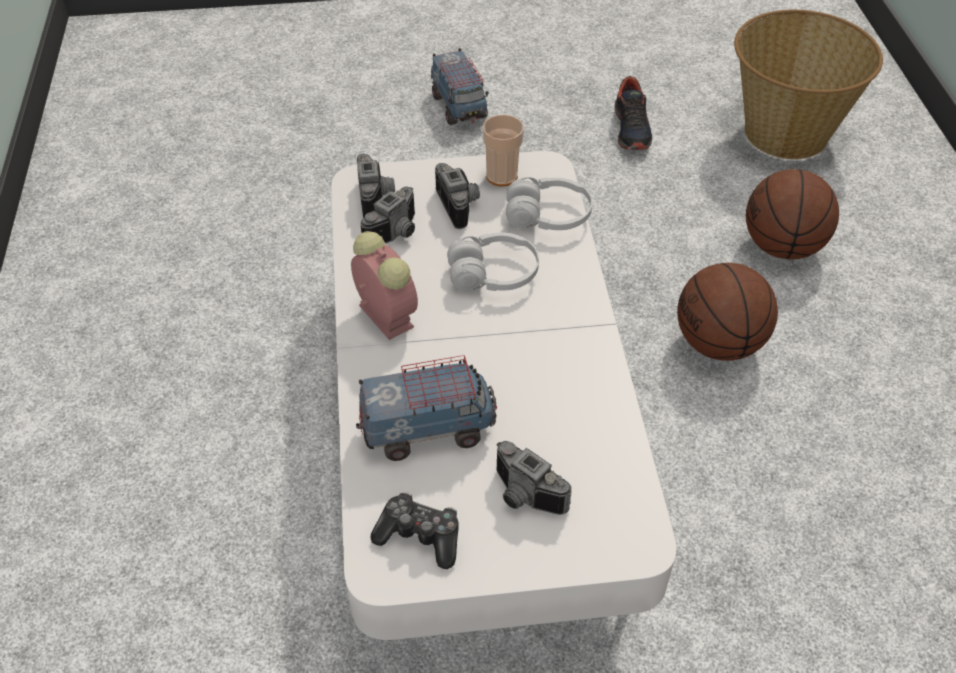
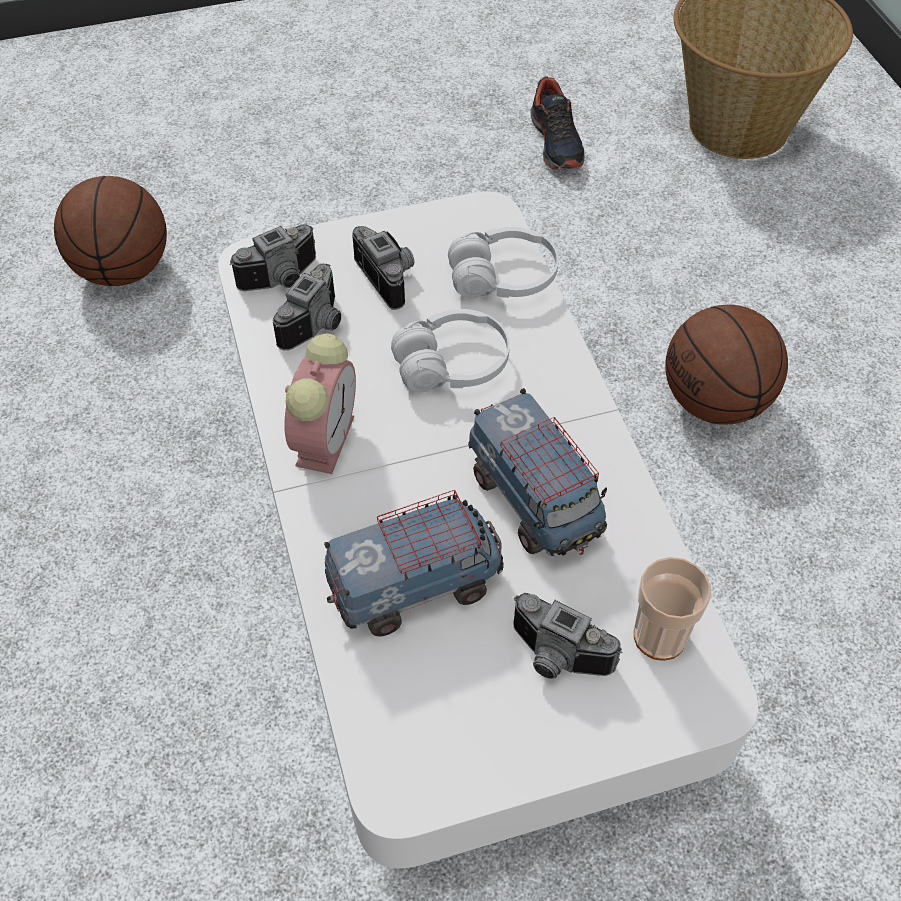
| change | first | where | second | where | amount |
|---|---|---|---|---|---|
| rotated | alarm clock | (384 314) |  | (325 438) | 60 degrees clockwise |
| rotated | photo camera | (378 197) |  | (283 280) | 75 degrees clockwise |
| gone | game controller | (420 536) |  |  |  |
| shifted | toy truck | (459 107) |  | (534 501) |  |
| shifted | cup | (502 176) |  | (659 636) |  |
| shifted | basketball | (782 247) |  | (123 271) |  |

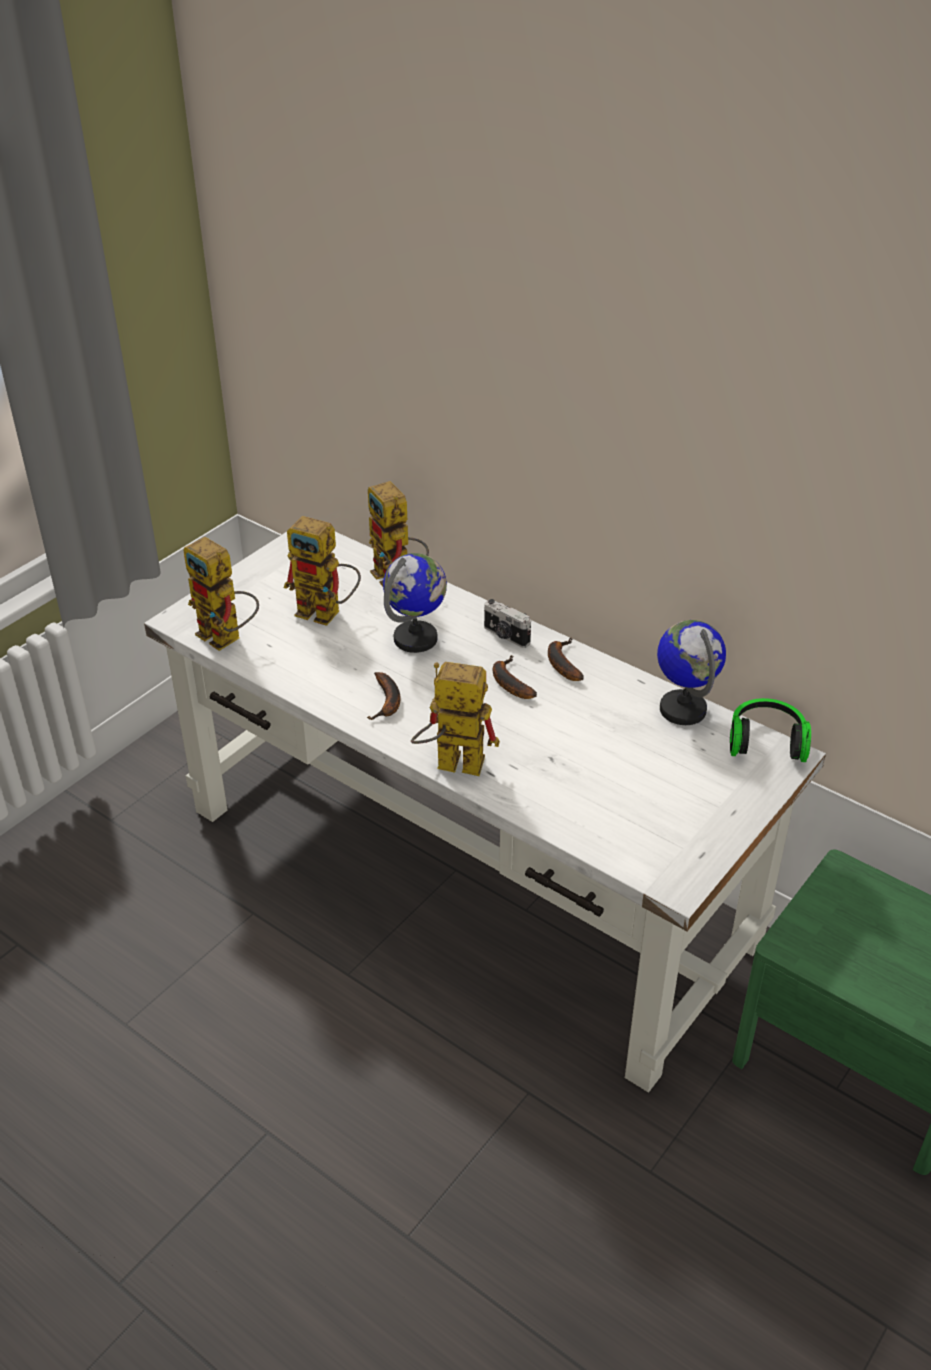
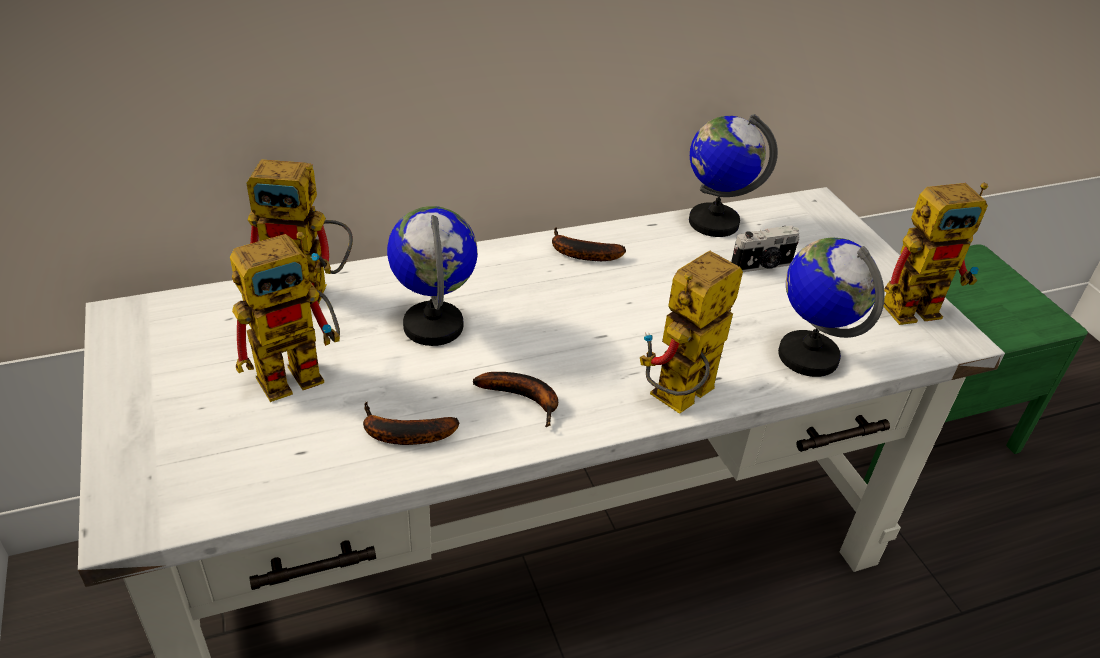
| change | first | where | second | where | amount |
|---|---|---|---|---|---|
| shifted | toy robot | (227 638) |  | (919 306) |  |
| shifted | photo camera | (505 636) |  | (762 266) |  |
| shifted | banana | (508 682) |  | (401 434) |  |
| gone | headphones | (766 741) |  |  |  |
| new |  |  | globe | (808 355) |  |

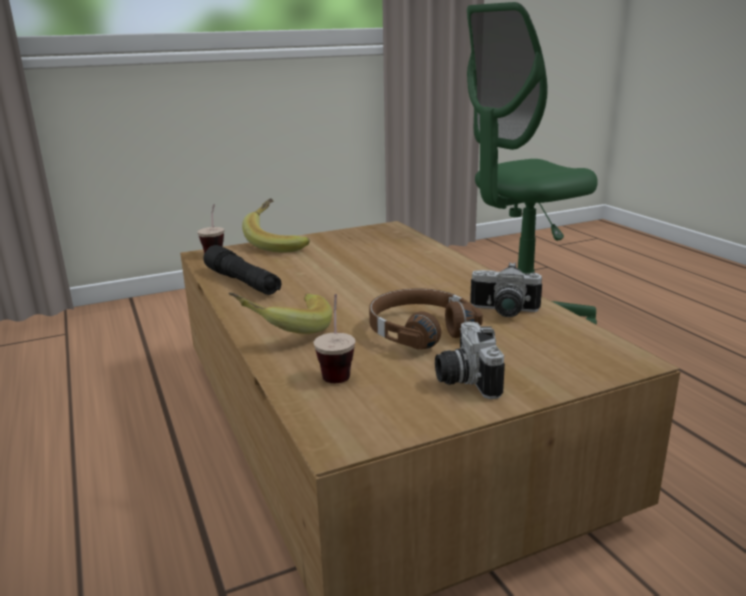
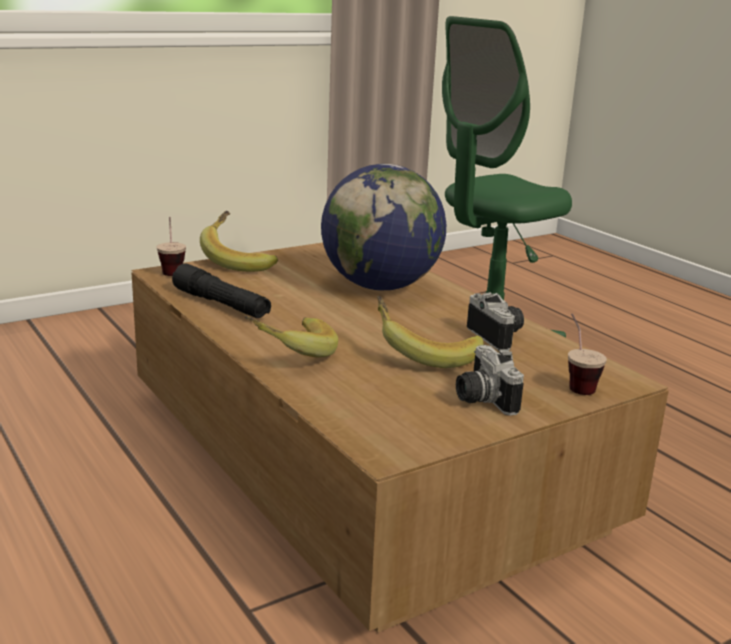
| change | first | where | second | where | amount |
|---|---|---|---|---|---|
| shifted | cup | (337 369) |  | (576 383) |  |
| swapped | headphones in brown | (419 330) | banana | (424 354) |  |
| rotated | photo camera | (503 312) |  | (500 336) | 120 degrees counterclockwise |
| new |  |  | globe | (380 286) |  |

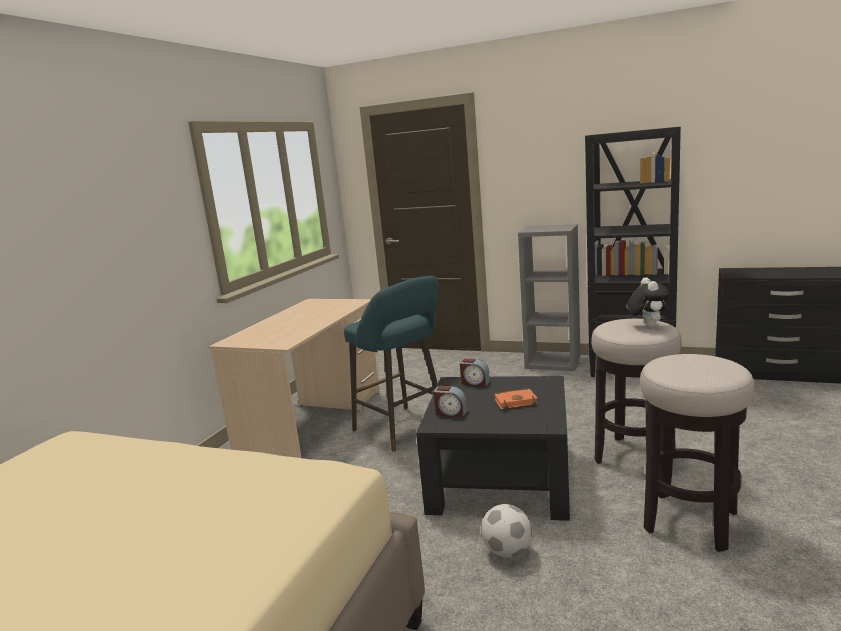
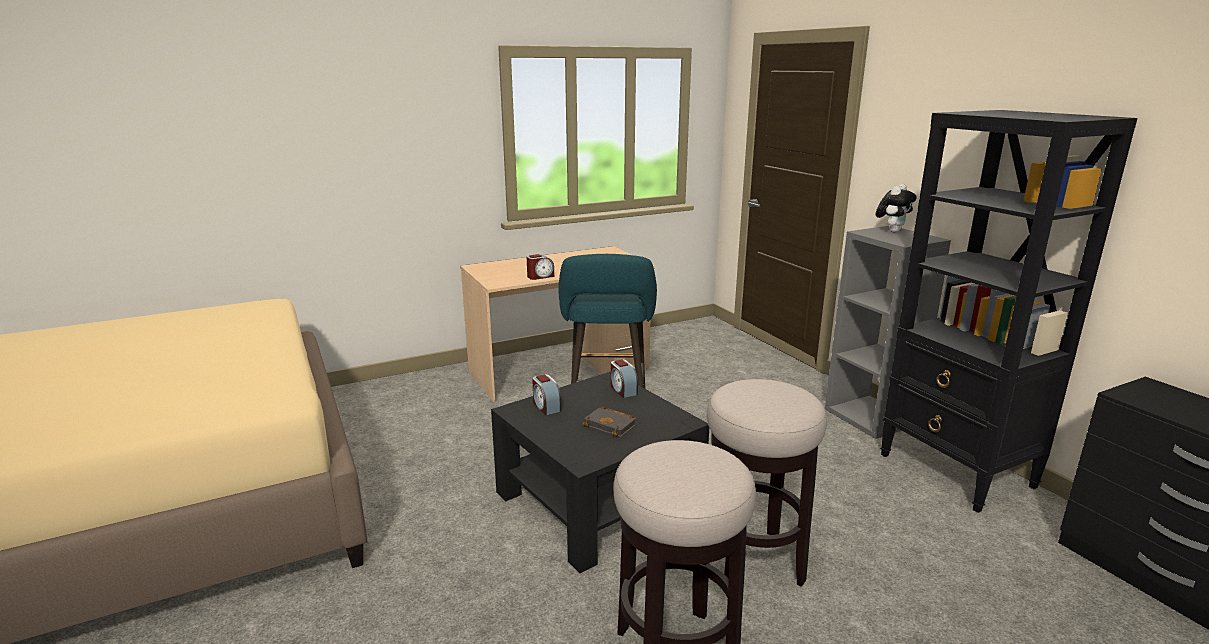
| change | first | where | second | where | amount |
|---|---|---|---|---|---|
| gone | football | (507 551) |  |  |  |
| repainted | book in orange | (516 401) | book in black | (612 425) |  |
| shifted | plush toy | (647 325) |  | (892 231) |  |
| new |  |  | alarm clock | (540 276) |  |

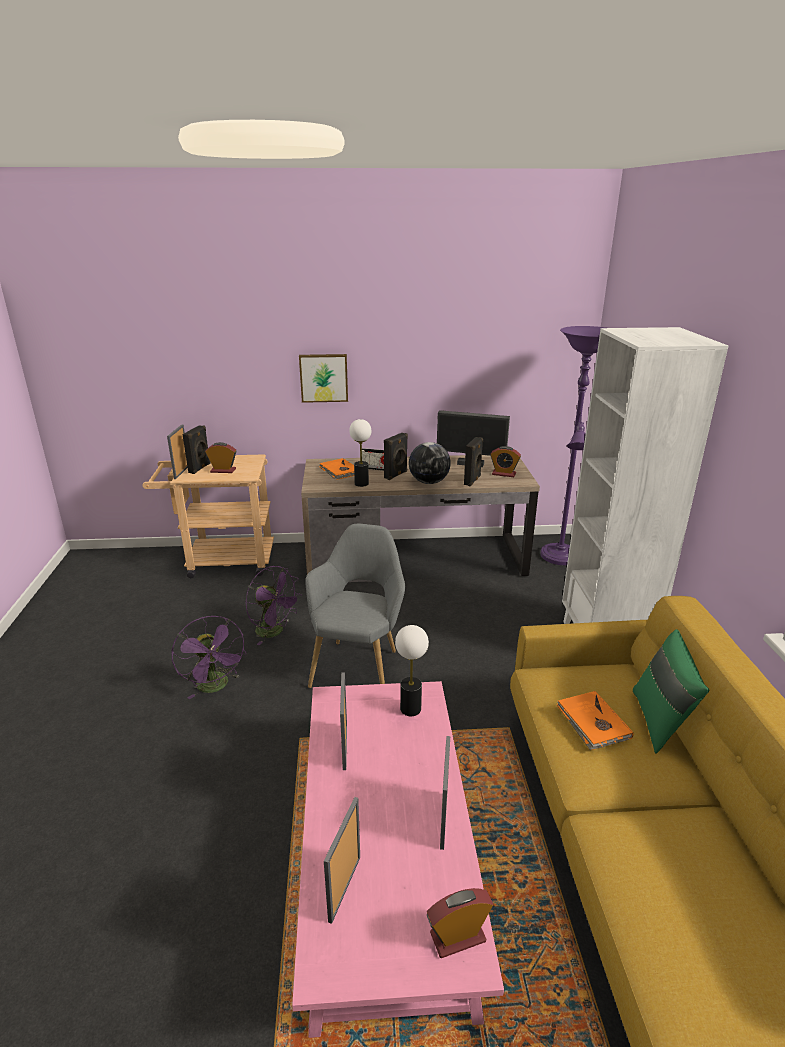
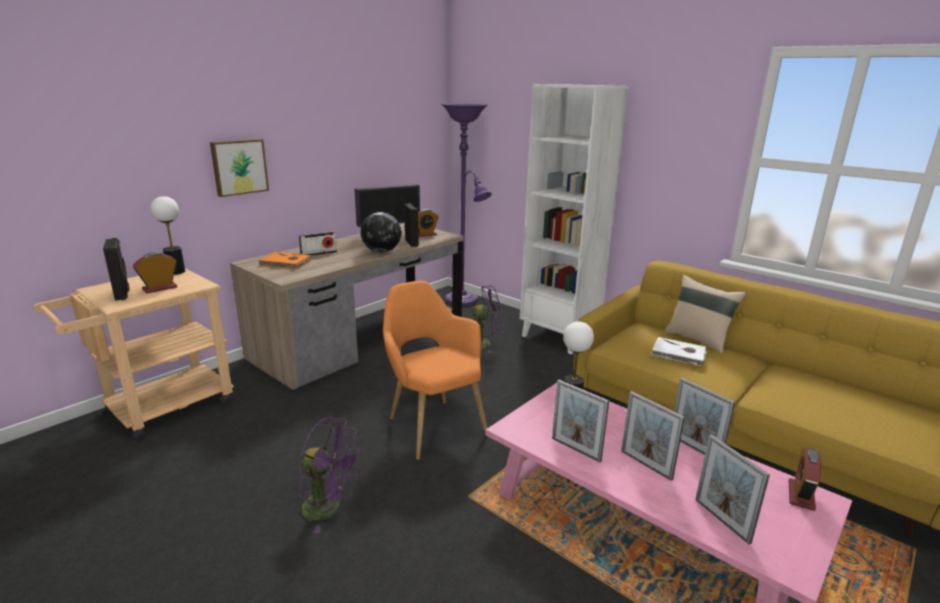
| change | first | where | second | where | amount |
|---|---|---|---|---|---|
| shifted | picture frame | (182 472) |  | (646 465) |  |
| shifted | fan in purple | (275 632) |  | (484 344) |  |
| repainted | armchair in grey | (359 665) | armchair in orange | (432 424) |  |
| shifted | table lamp | (361 483) |  | (176 272) |  |
| gone | speaker in black | (396 475) |  |  |  |
| repainted | book in orange | (592 723) | book in white | (678 354) |  |
| repainted | pillow in green | (660 721) | pillow in beige | (698 339) |  |

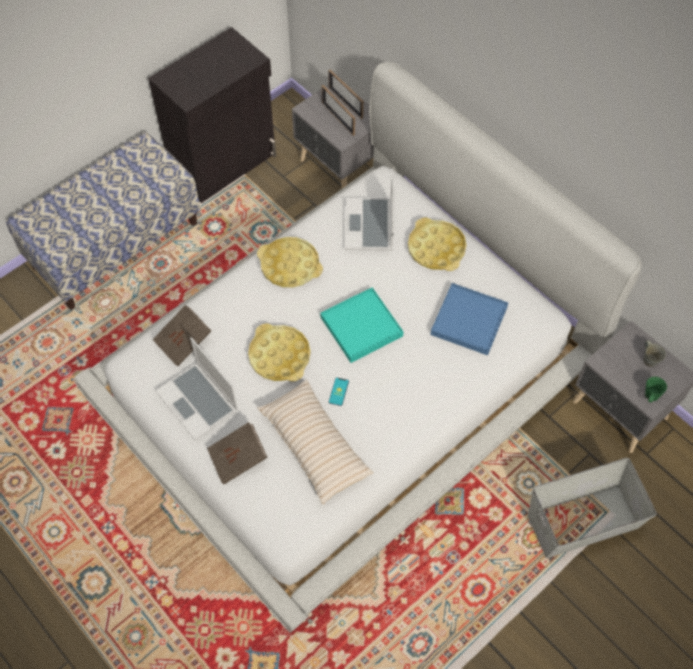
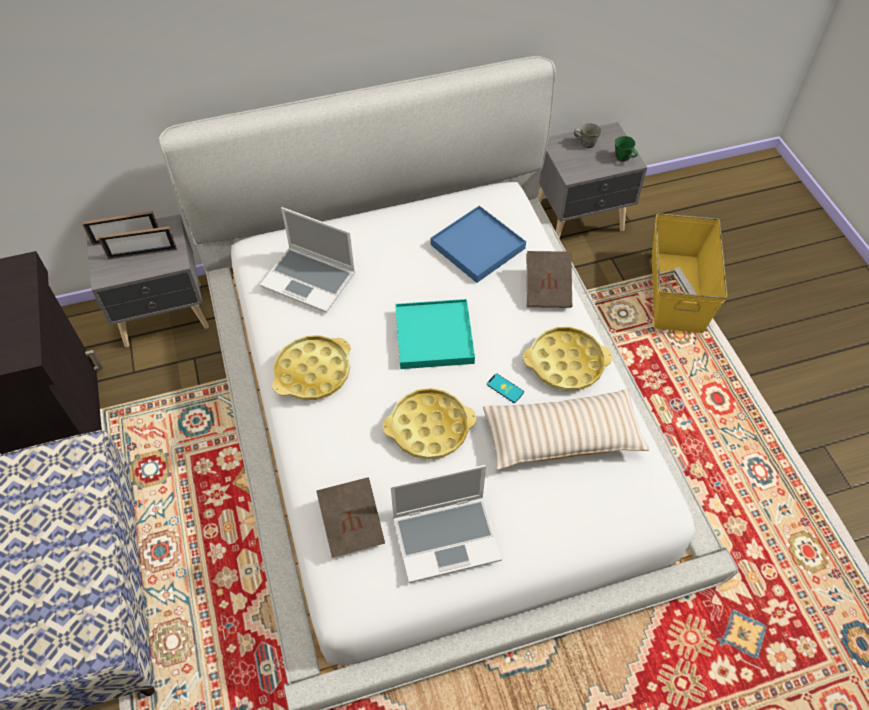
| change | first | where | second | where | amount |
|---|---|---|---|---|---|
| shifted | book in brown | (238 459) |  | (547 289) |  |
| shifted | tray in yellow | (436 248) |  | (566 363) |  |
| repainted | storage box in grey | (583 522) | storage box in yellow | (677 291) |  |

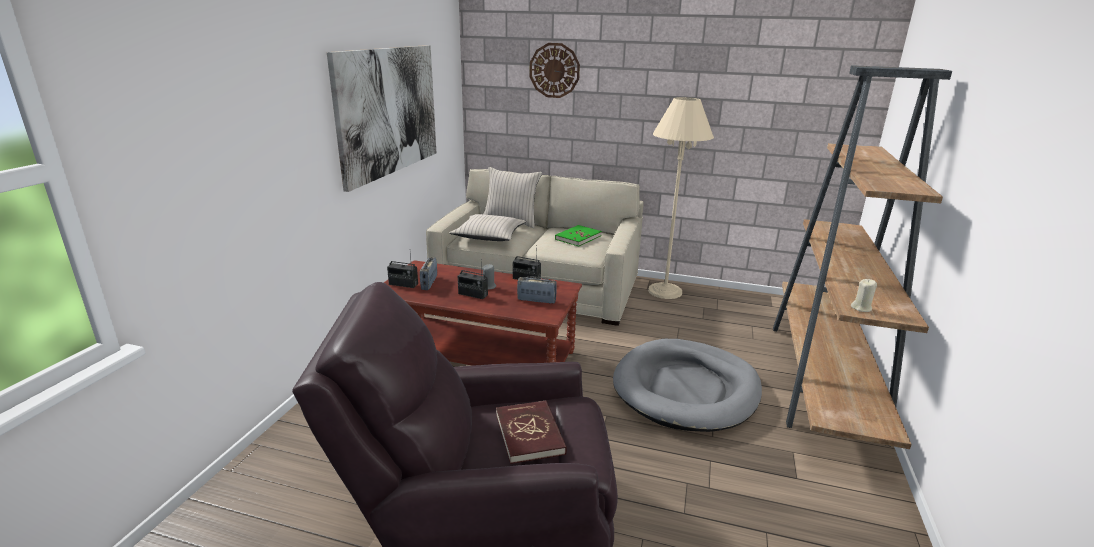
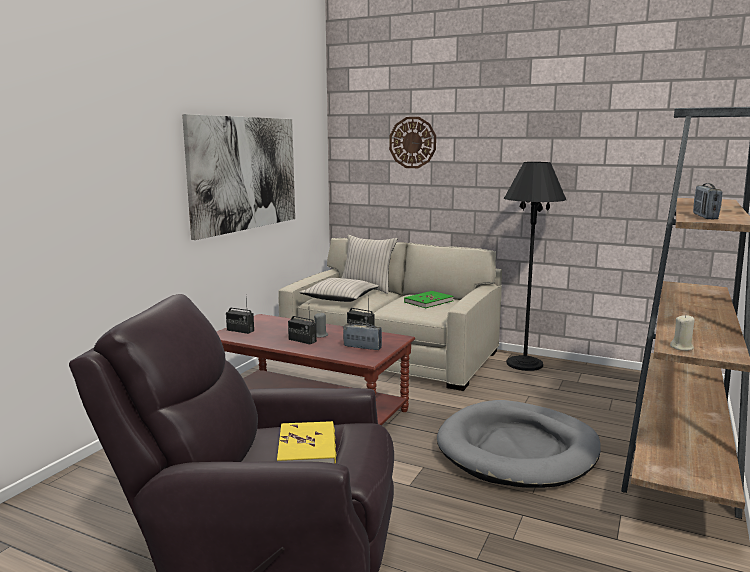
| change | first | where | second | where | amount |
|---|---|---|---|---|---|
| shifted | radio | (429 283) |  | (704 217) |  |
| repainted | book in red | (530 434) | book in yellow | (307 448) |  |
| repainted | floor lamp in beige | (665 291) | floor lamp in black | (524 364) |  |

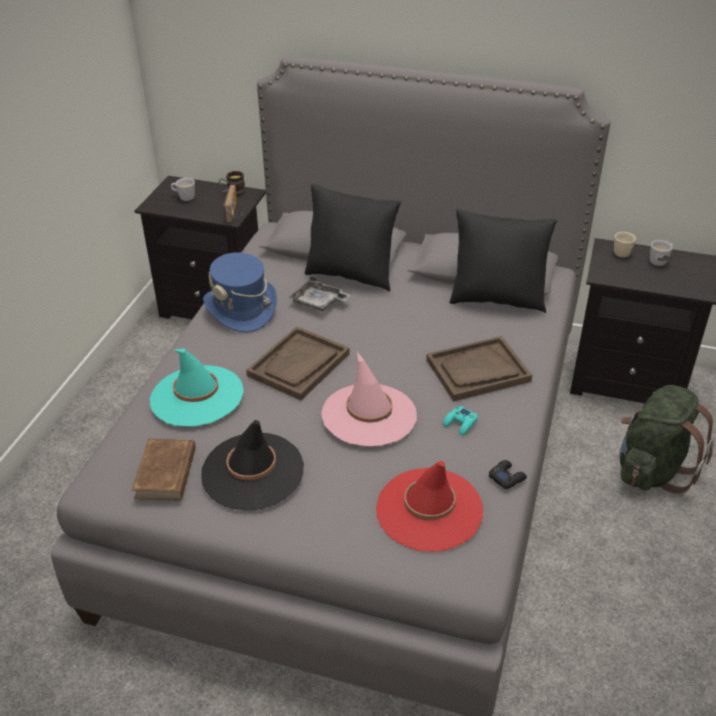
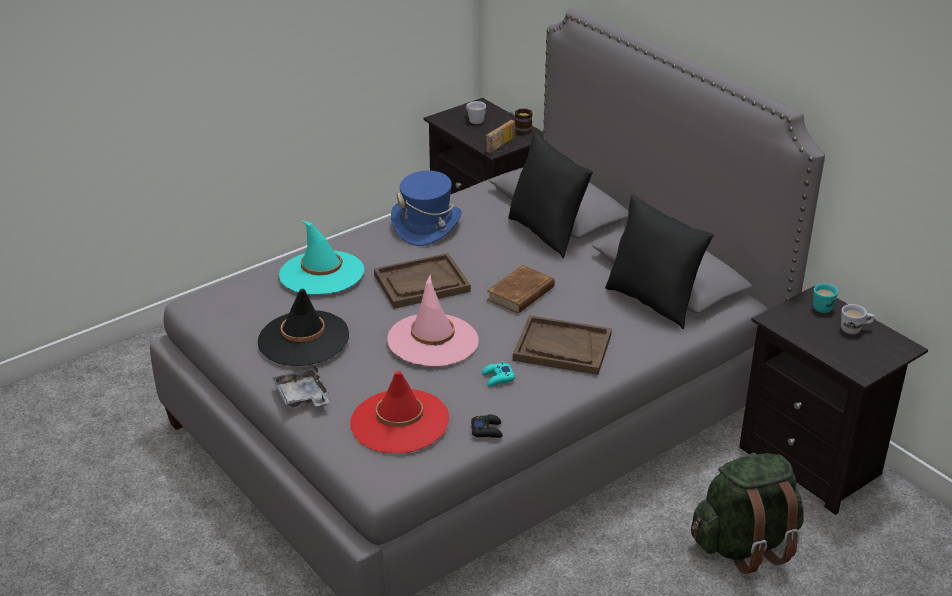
| change | first | where | second | where | amount |
|---|---|---|---|---|---|
| shifted | book in brown | (166 473) |  | (521 293) |  |
| shifted | tray in grey | (319 302) |  | (302 396) |  |
| repainted | mug in beige | (620 251) | mug in turquoise | (823 306) |  |

